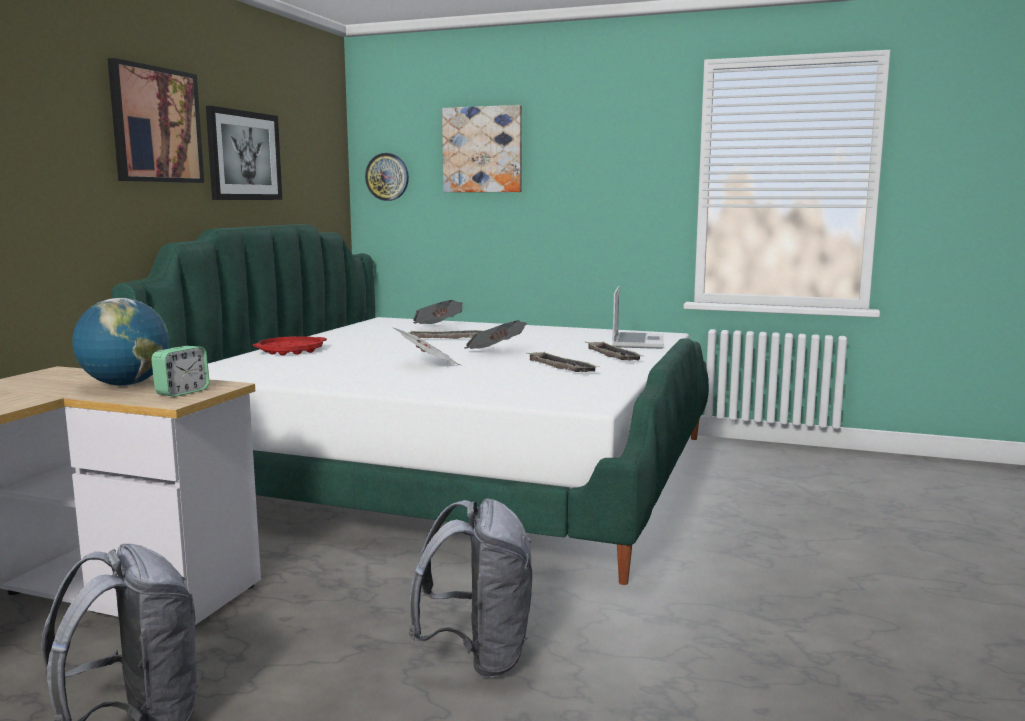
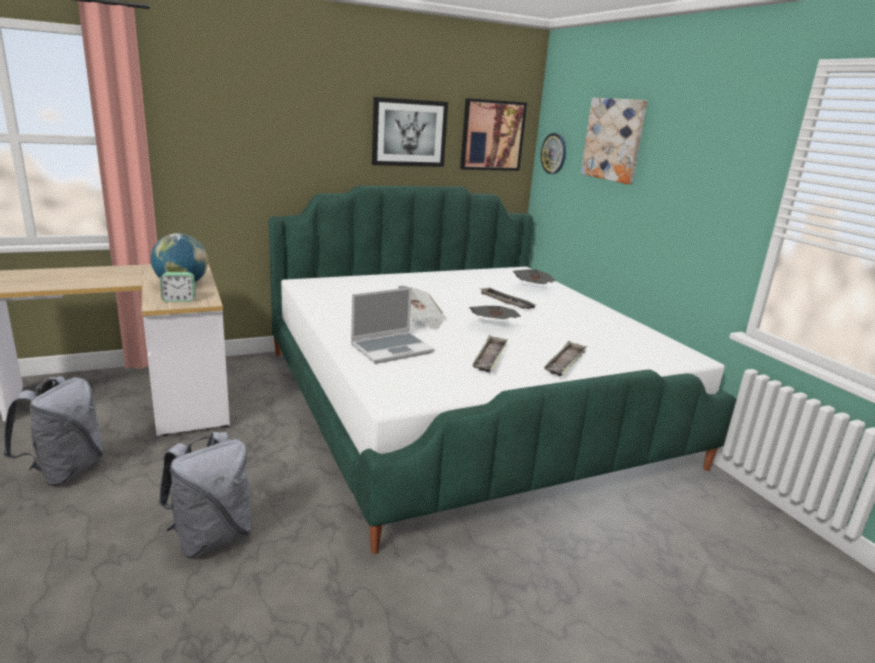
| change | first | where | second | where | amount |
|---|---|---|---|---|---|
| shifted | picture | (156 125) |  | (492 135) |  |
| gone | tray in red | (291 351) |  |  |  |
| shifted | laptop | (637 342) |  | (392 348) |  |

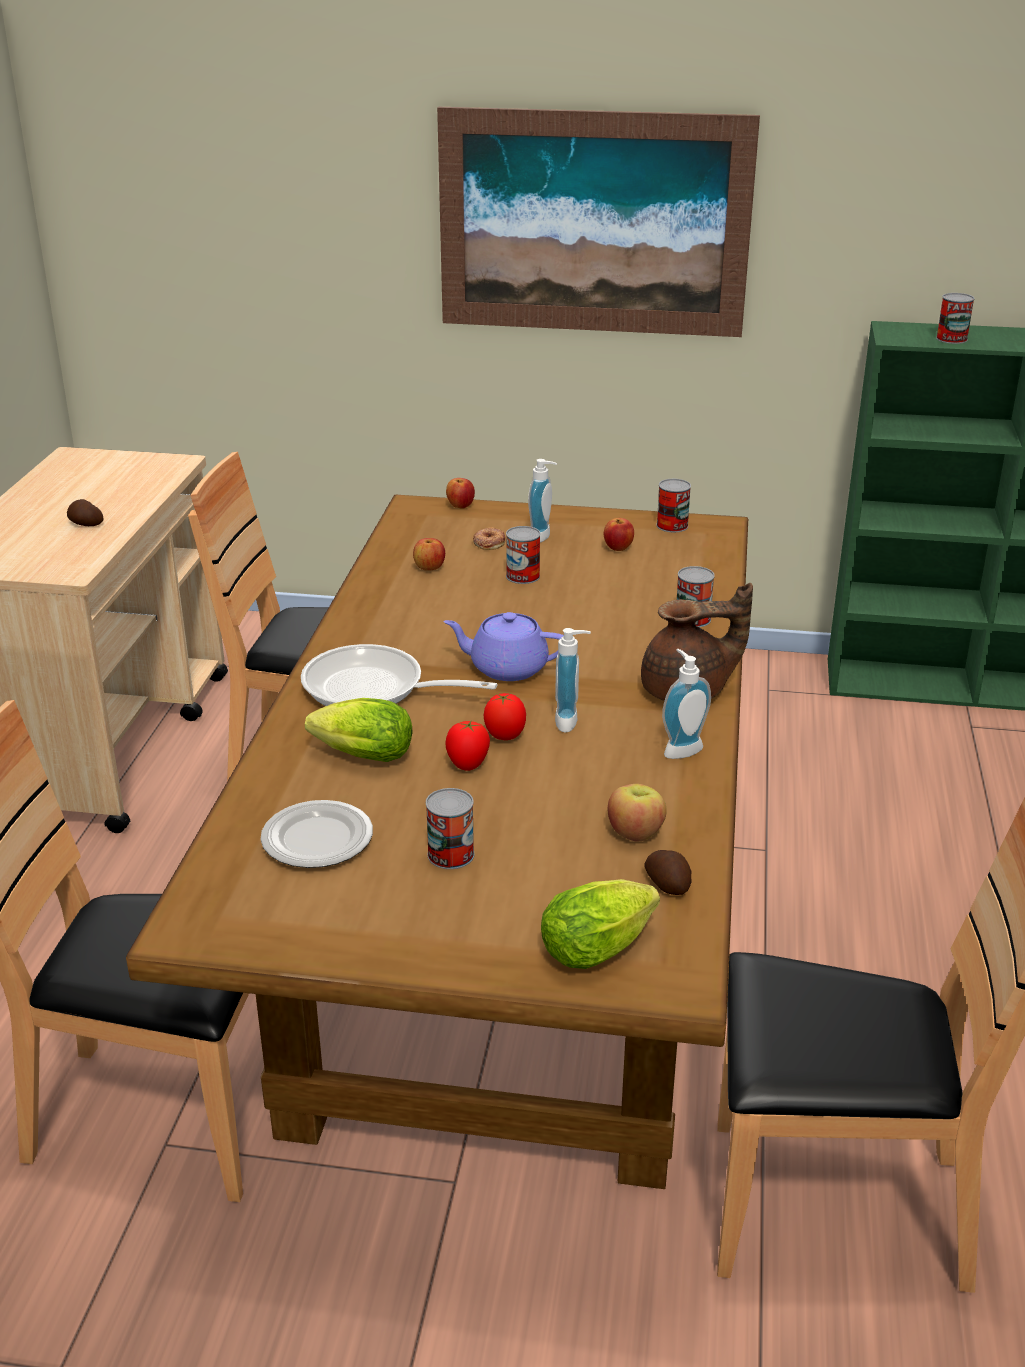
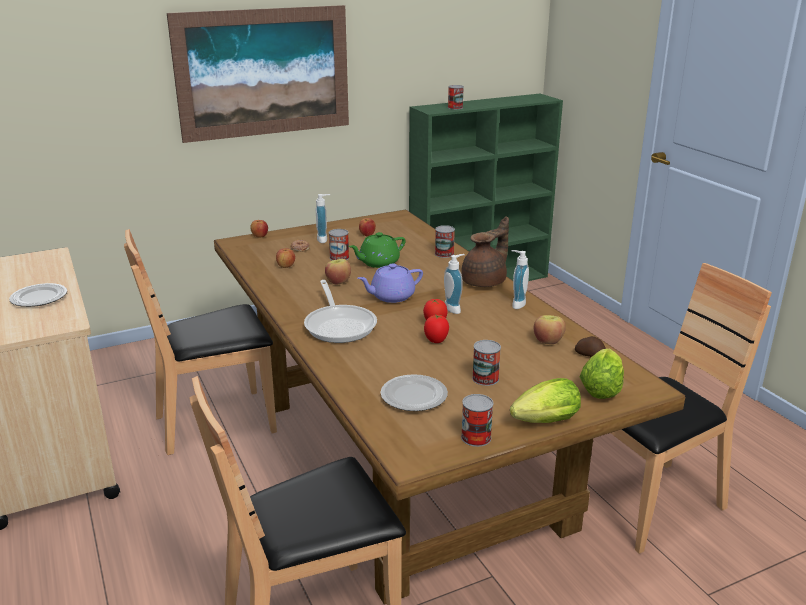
| change | first | where | second | where | amount |
|---|---|---|---|---|---|
| swapped | potato | (85 524) | plate | (38 298) |  |
| rotated | frying pan | (373 689) |  | (340 325) | 90 degrees counterclockwise |
| shifted | lettuce | (359 756) |  | (542 423) |  |
| shifted | can | (672 525) |  | (476 437) |  |
| new |  |  | apple | (338 282) |  |
| new |  |  | teapot in green | (378 263) |  |

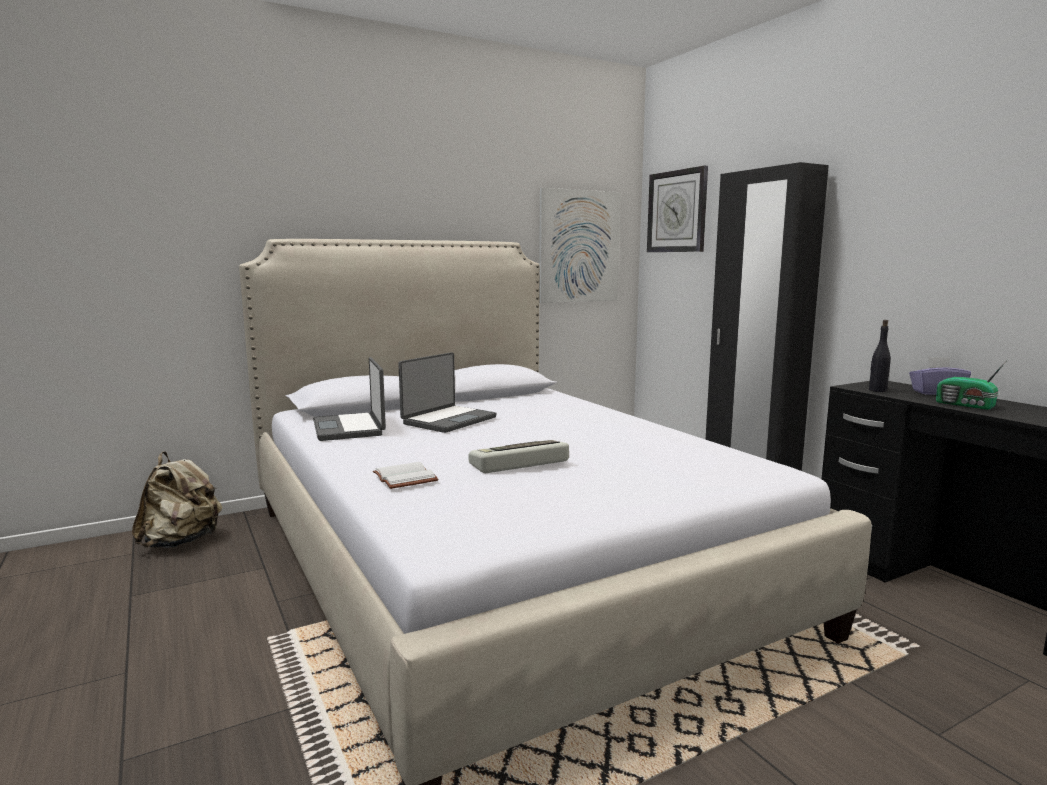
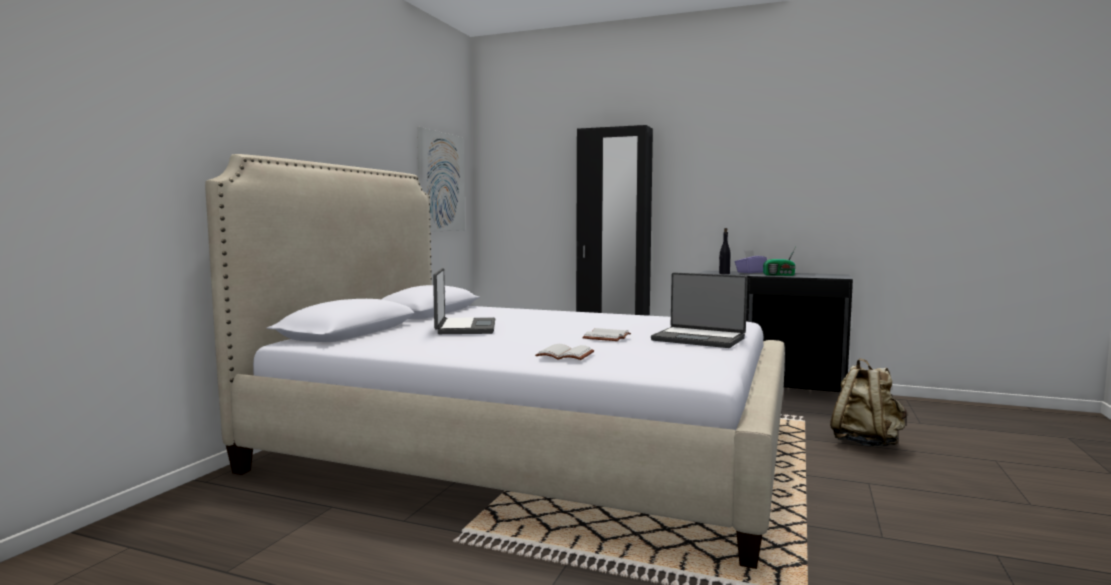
| change | first | where | second | where | amount |
|---|---|---|---|---|---|
| shifted | backpack in beige | (181 542) |  | (866 442) |  |
| shifted | laptop | (350 428) |  | (699 339) |  |
| swapped | keyboard | (519 463) | book in white | (608 337) |  |
| gone | wall clock | (677 211) |  |  |  |

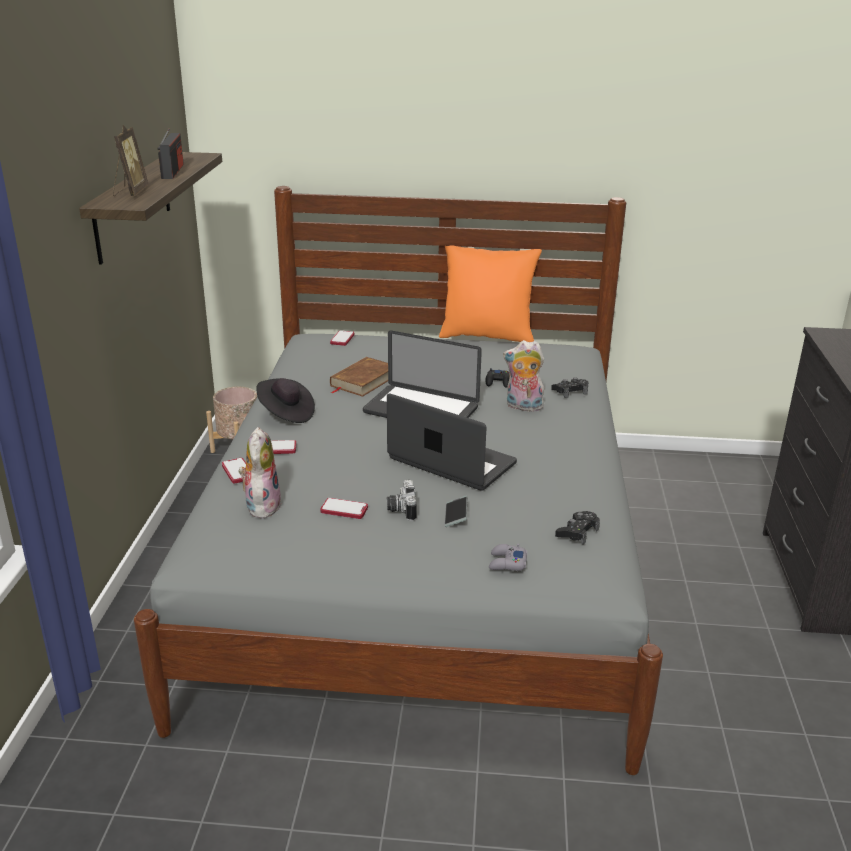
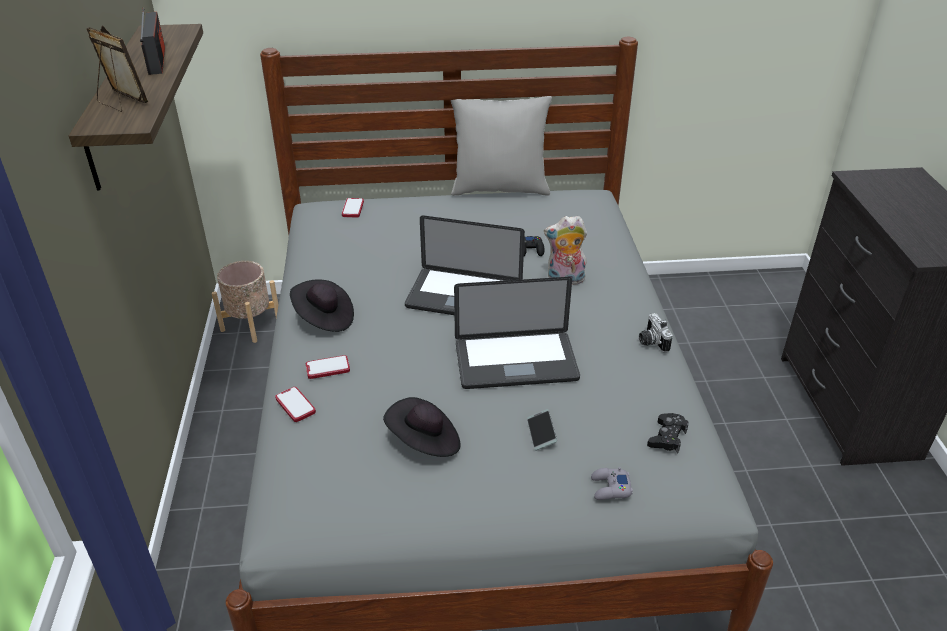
| change | first | where | second | where | amount |
|---|---|---|---|---|---|
| rotated | picture frame | (130 192) |  | (121 103) | 45 degrees counterclockwise |
| gone | plush toy | (261 505) |  |  |  |
| swapped | phone | (344 510) | hat in black | (424 442) |  |
| gone | book in brown | (363 381) |  |  |  |
| rotated | laptop | (451 461) |  | (516 362) | 150 degrees clockwise |
| shifted | photo camera | (401 509) |  | (651 341) |  |
| repainted | pillow in orange | (487 336) | pillow in grey | (500 188) |  |
| gone | game controller in black | (570 391) |  |  |  |

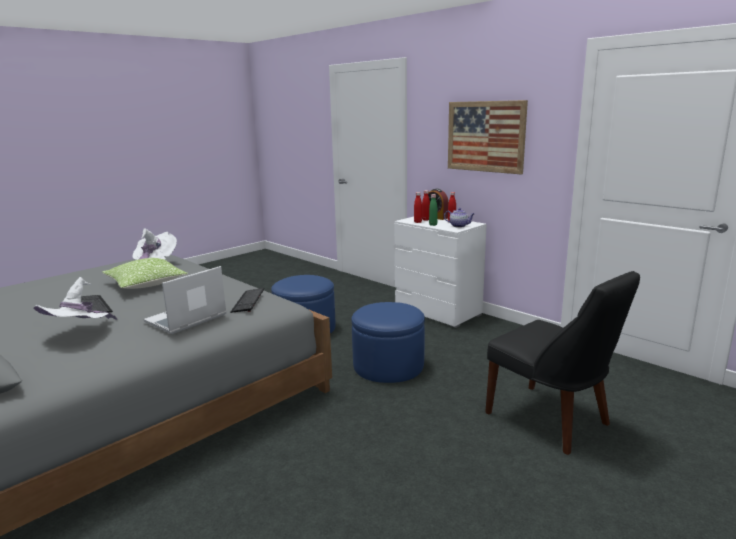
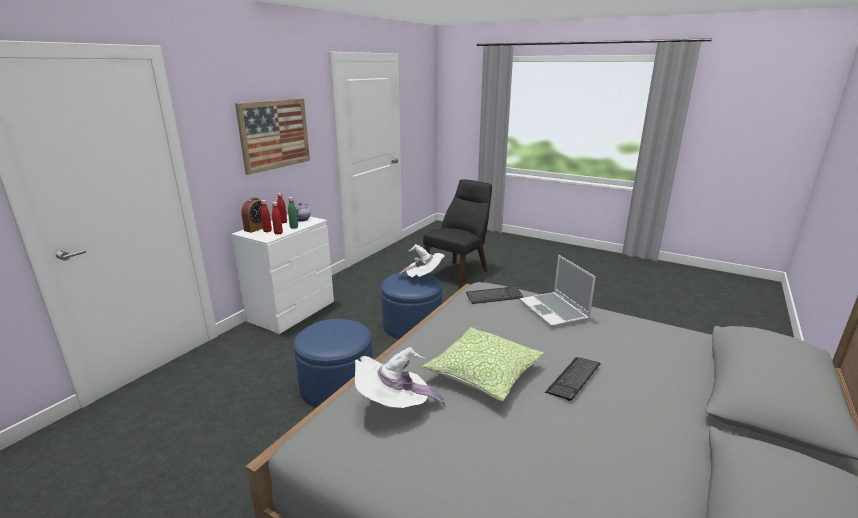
| change | first | where | second | where | amount |
|---|---|---|---|---|---|
| shifted | hat in white | (80 334) |  | (424 278) |  |
| rotated | laptop | (186 319) |  | (554 311) | 45 degrees clockwise |

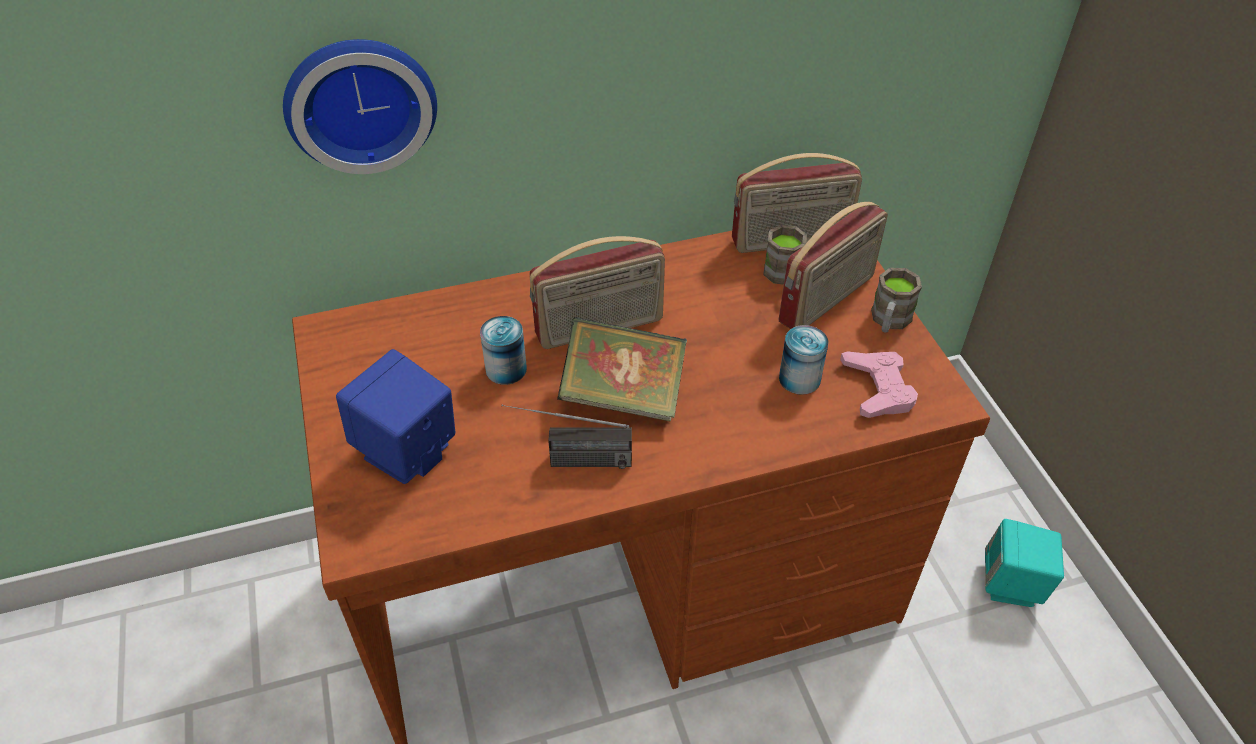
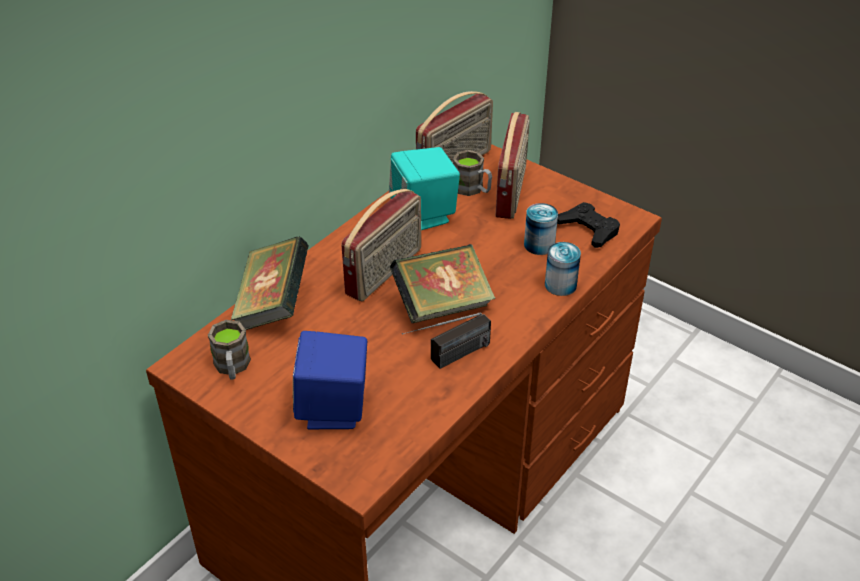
| change | first | where | second | where | amount |
|---|---|---|---|---|---|
| gone | wall clock | (360 101) |  |  |  |
| shifted | can | (506 369) |  | (560 285) |  |
| repainted | game controller in pink | (878 388) | game controller in black | (588 229) |  |
| shifted | mug in brown | (889 321) |  | (232 367) |  |
| shifted | speaker in turquoise | (1012 584) |  | (424 215) |  |
| new |  |  | book | (273 305) |  |

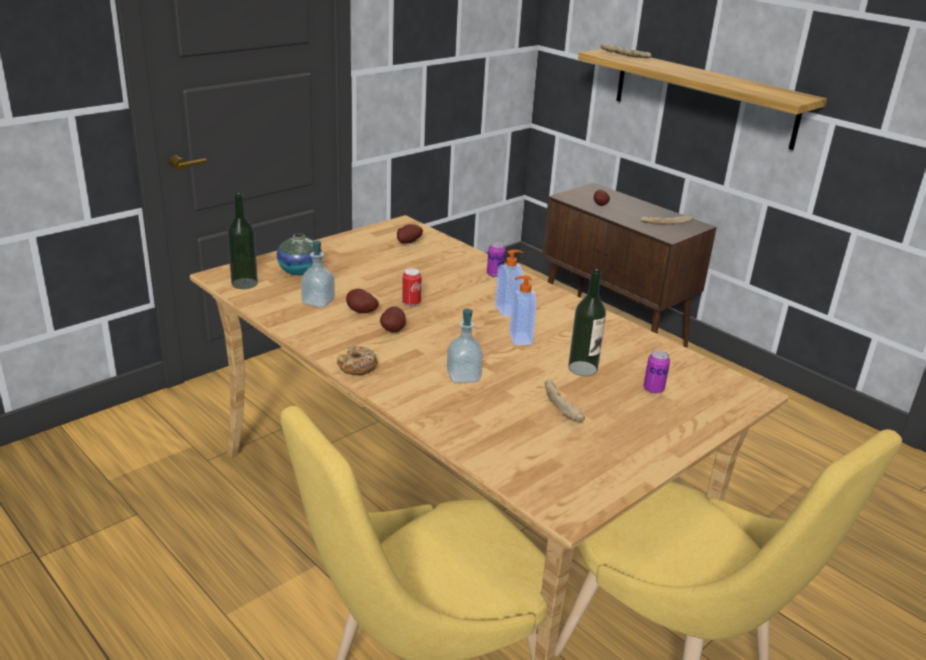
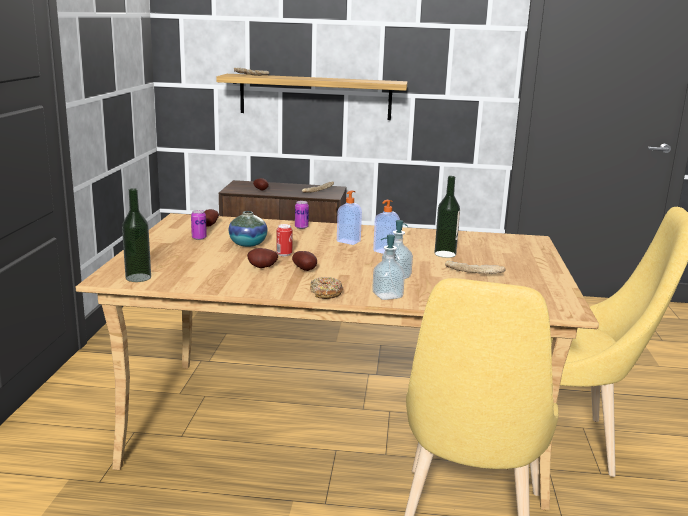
| change | first | where | second | where | amount |
|---|---|---|---|---|---|
| shifted | vase | (300 271) |  | (248 244) |  |
| shifted | soap dispenser | (318 302) |  | (387 295) |  |
| shifted | can | (653 389) |  | (199 238) |  |

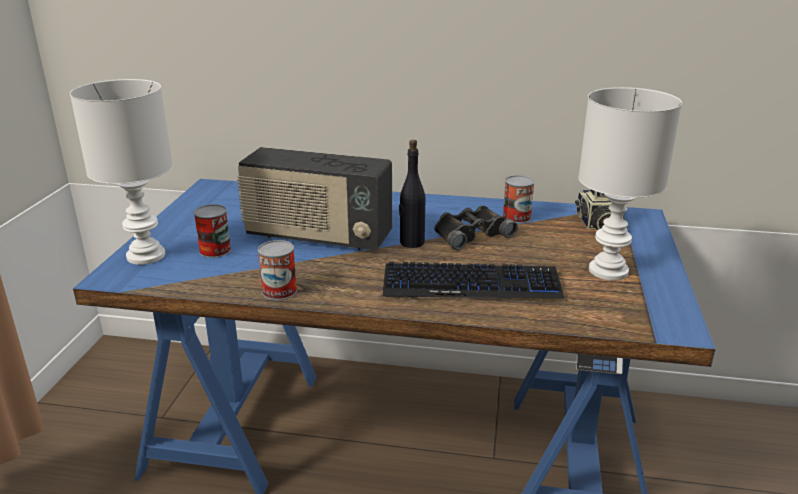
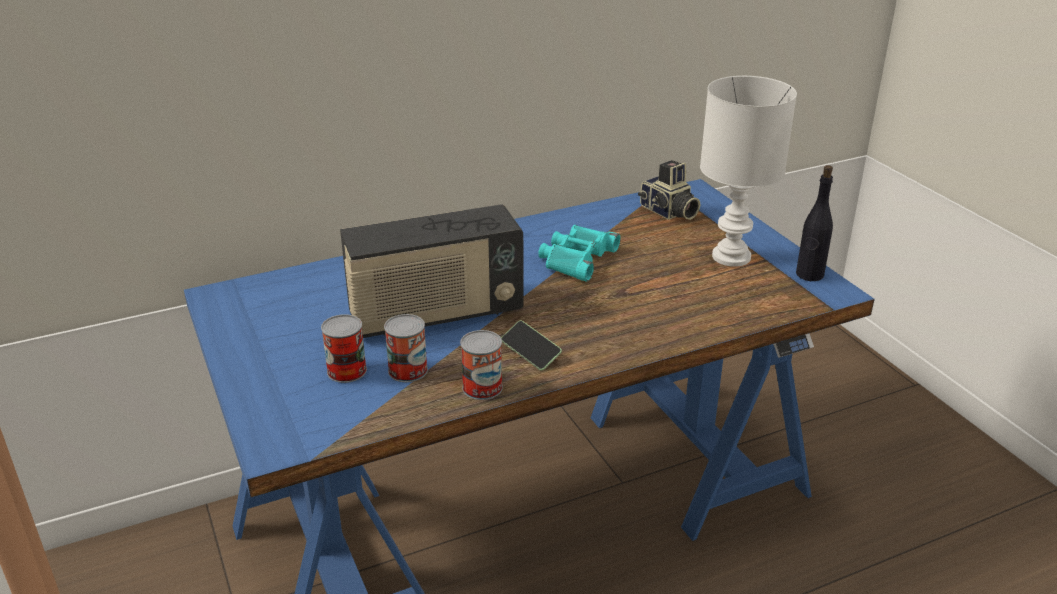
| change | first | where | second | where | amount |
|---|---|---|---|---|---|
| gone | table lamp in white | (144 256) |  |  |  |
| gone | keyboard | (471 284) |  |  |  |
| shifted | bottle in black | (411 242) |  | (809 275) |  |
| repainted | binoculars in black | (470 233) | binoculars in turquoise | (576 259) |  |
| shifted | can | (516 217) |  | (408 370) |  |
| new |  |  | phone | (530 353) |  |

